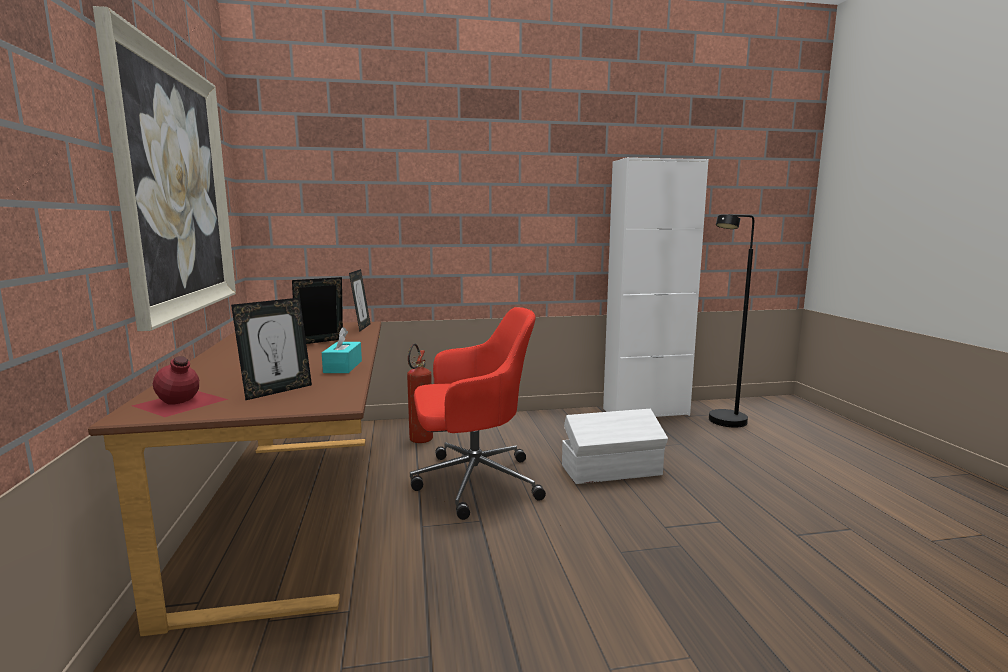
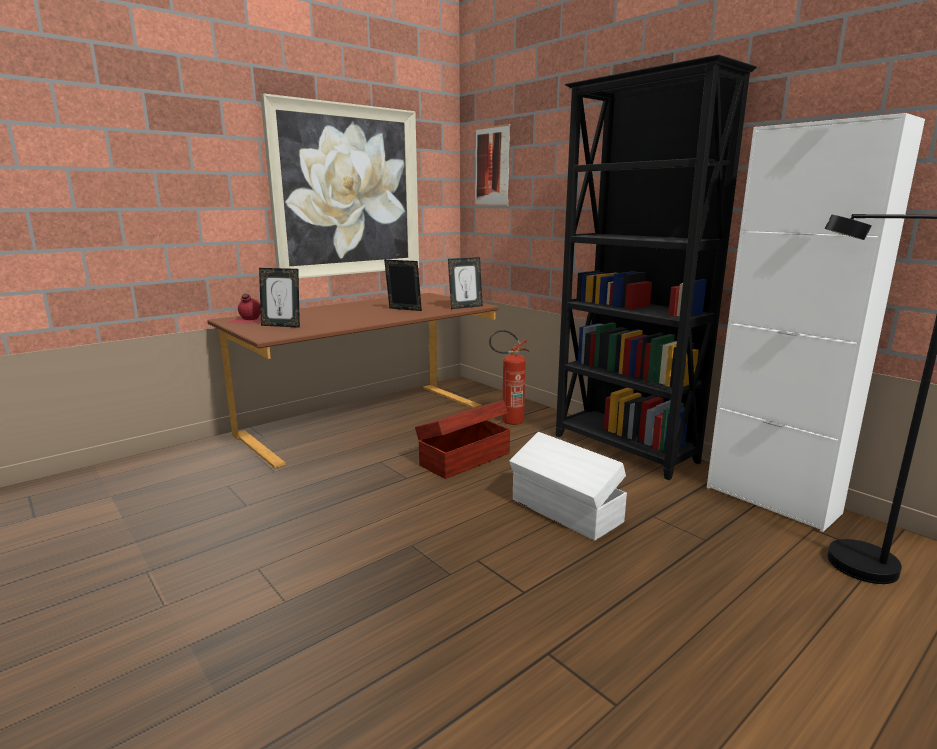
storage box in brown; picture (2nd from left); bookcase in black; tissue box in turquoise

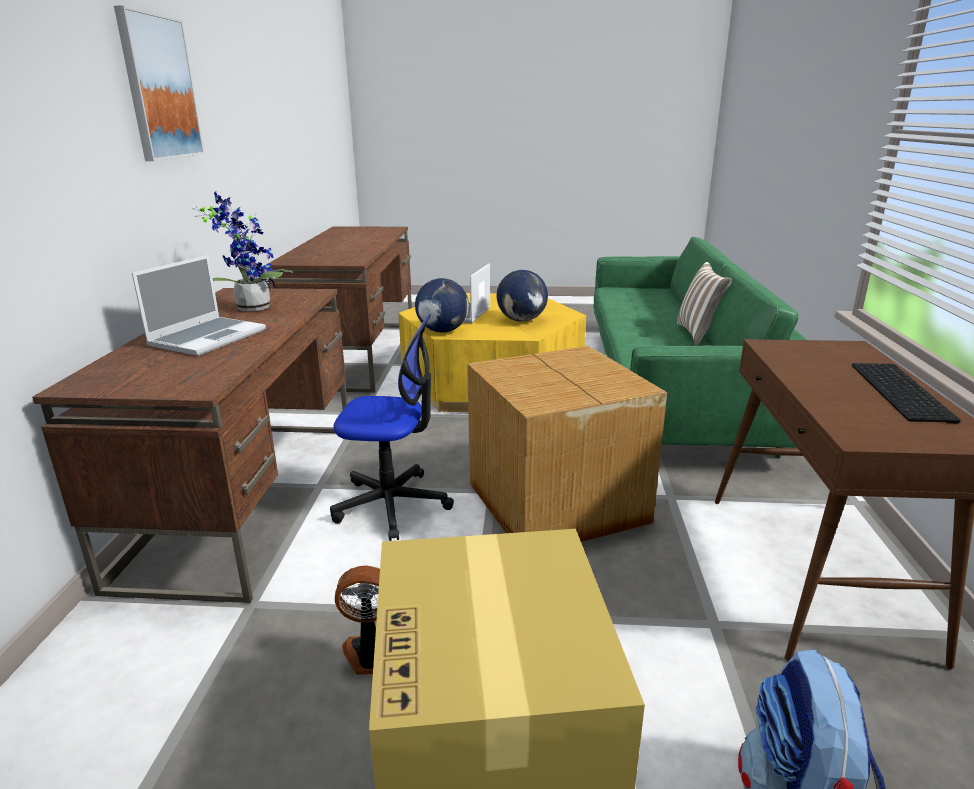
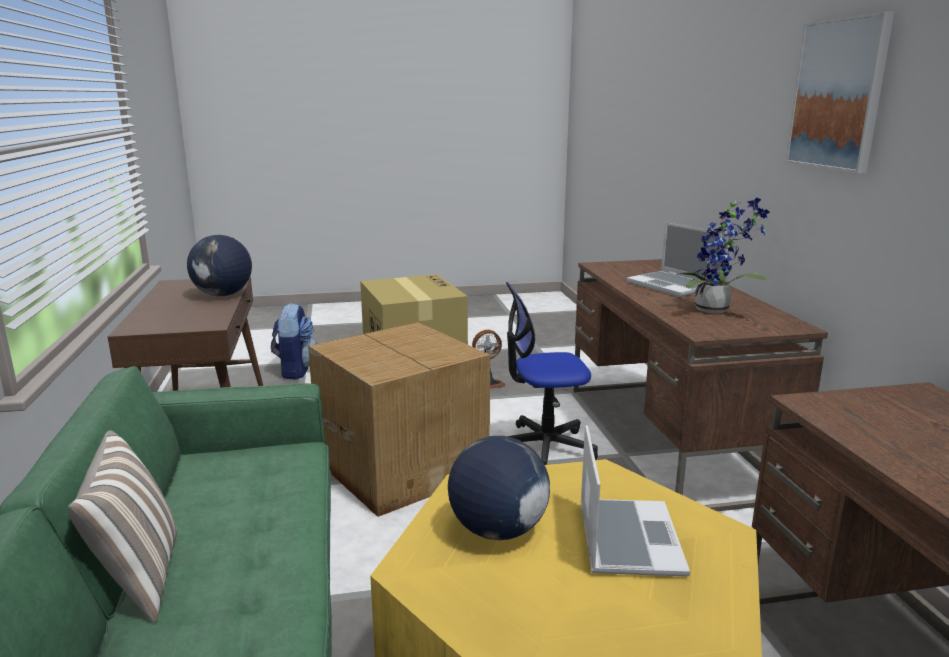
globe (1st from left); laptop (2nd from left); keyboard

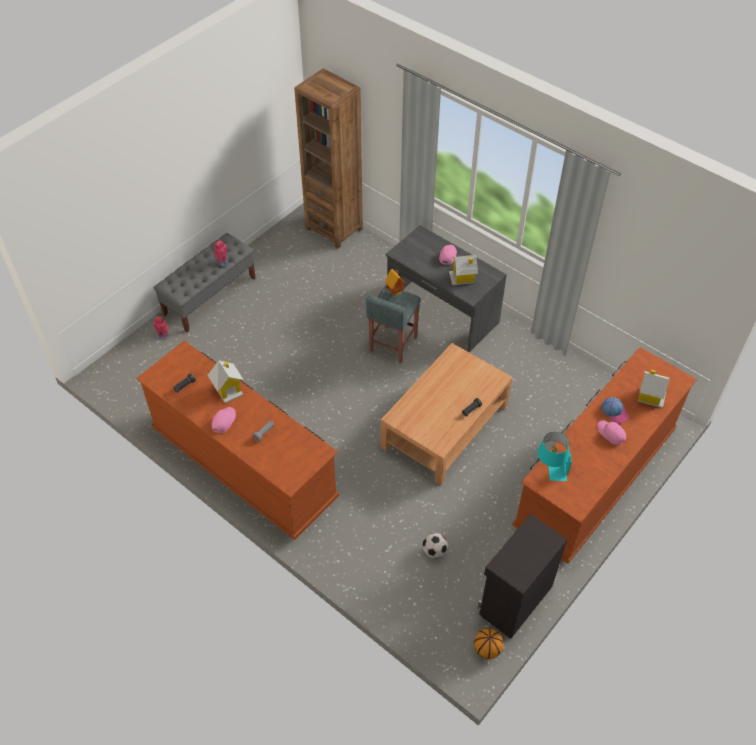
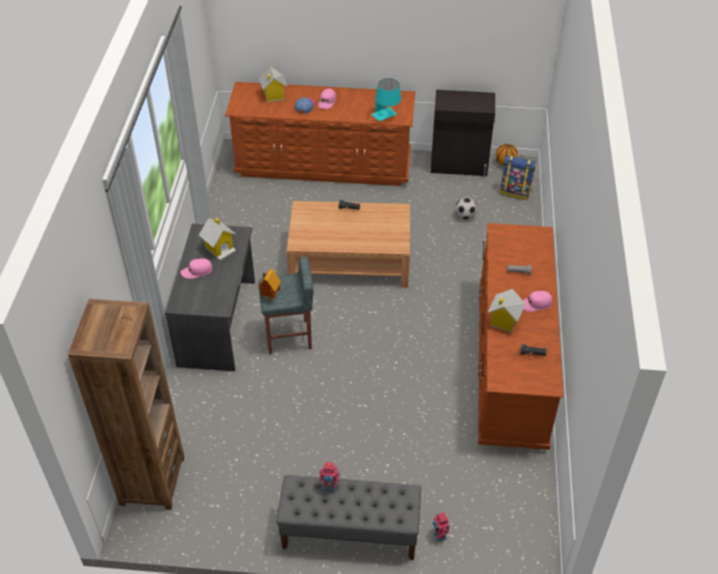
backpack

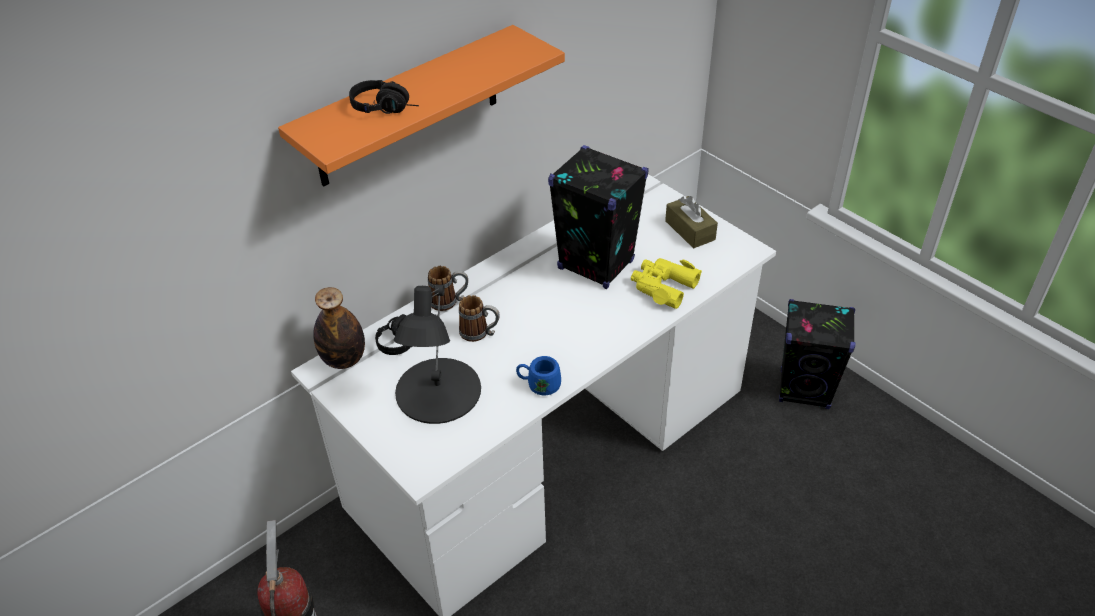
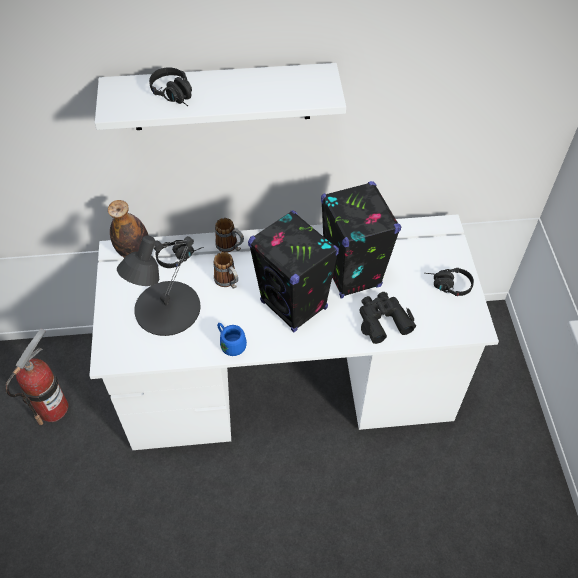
shelf in white; speaker in black (1st from left); binoculars in black; headphones in black (3rd from left)

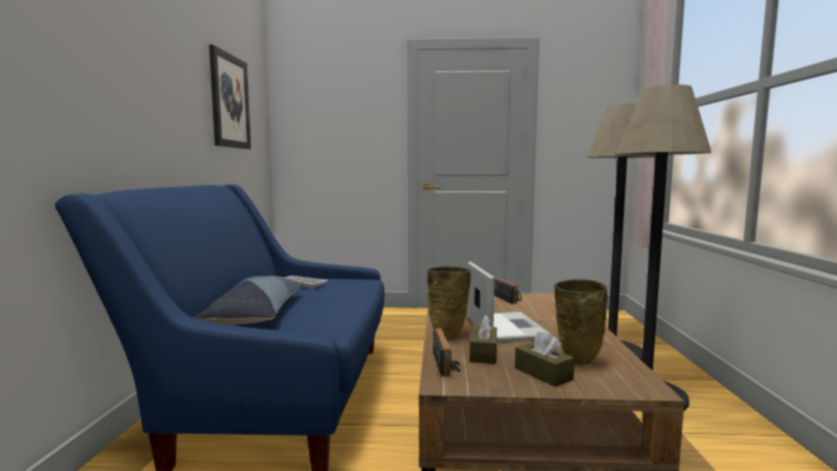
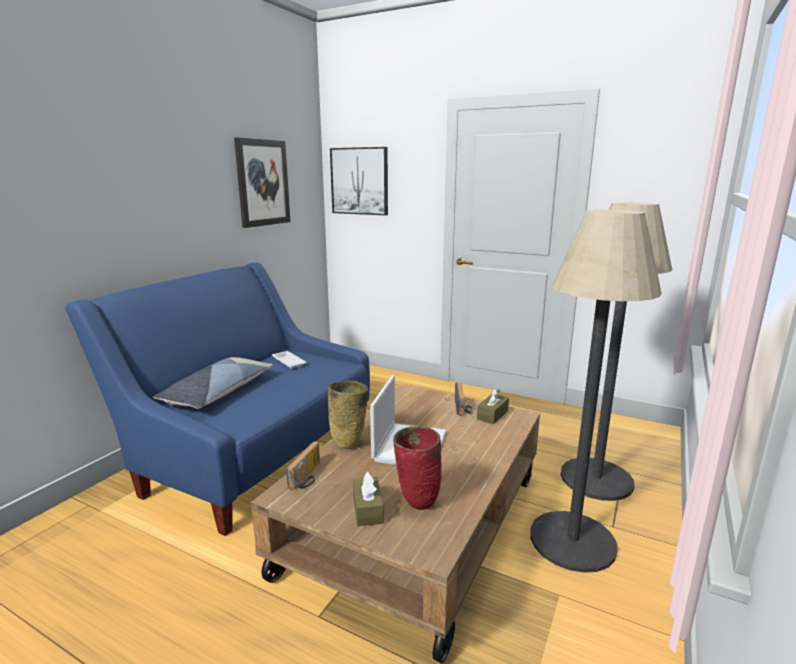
picture (2nd from left); vase in red; tissue box in brown (2nd from left)

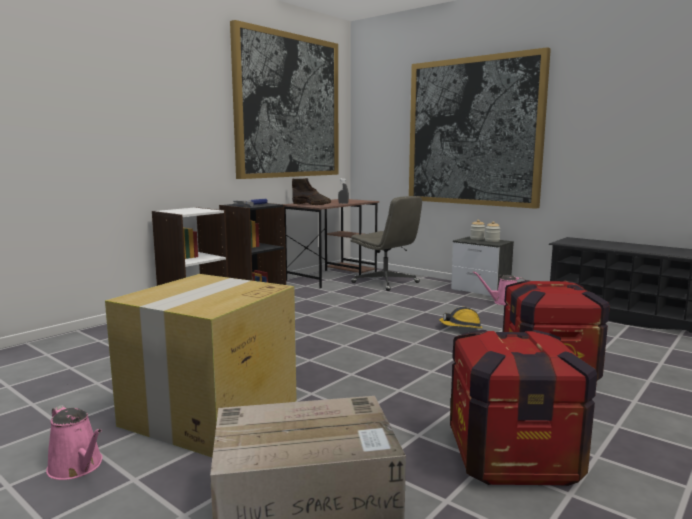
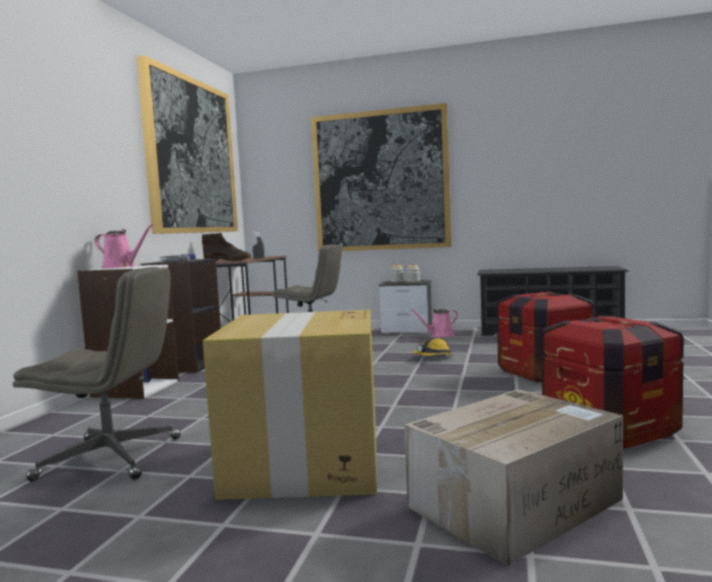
office chair in grey (1st from left); watering can in pink (1st from left)

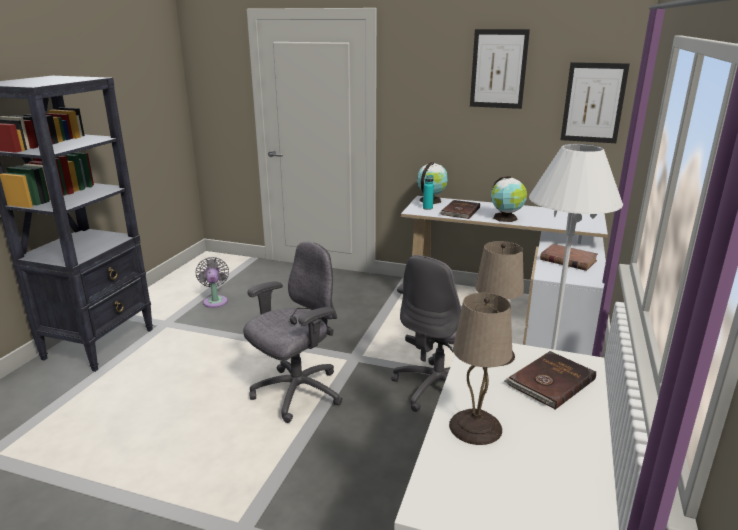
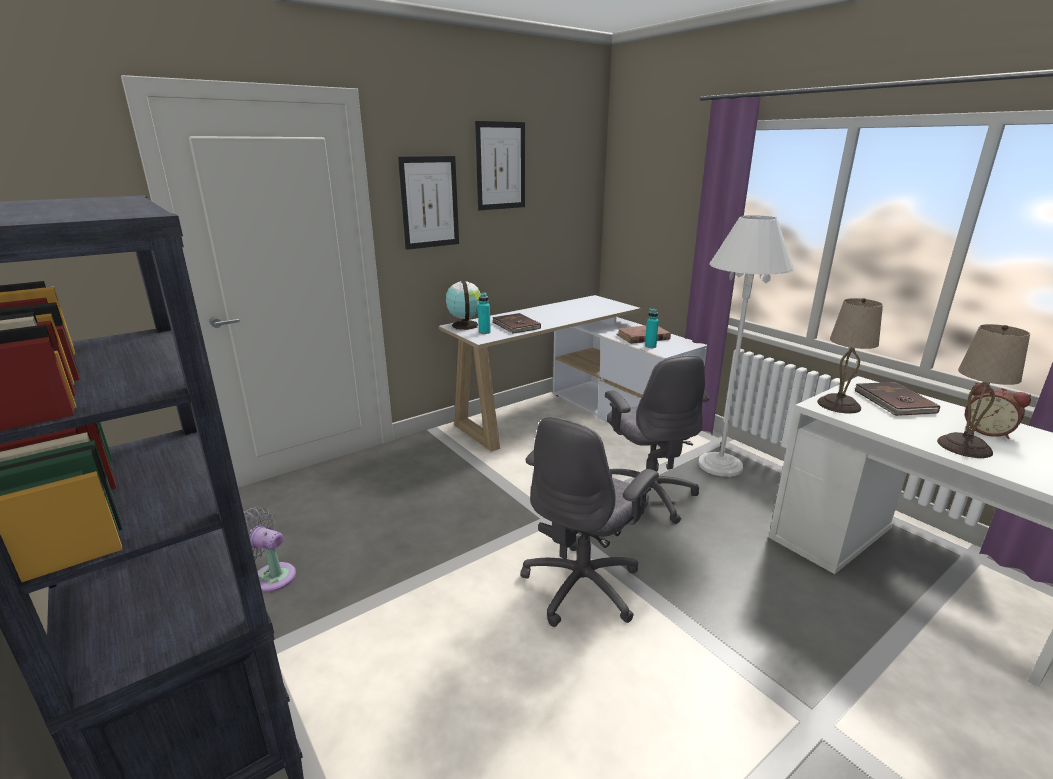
picture (1st from left); office chair in grey (1st from left); bottle in turquoise (2nd from left); alarm clock; globe (2nd from left in the first image)

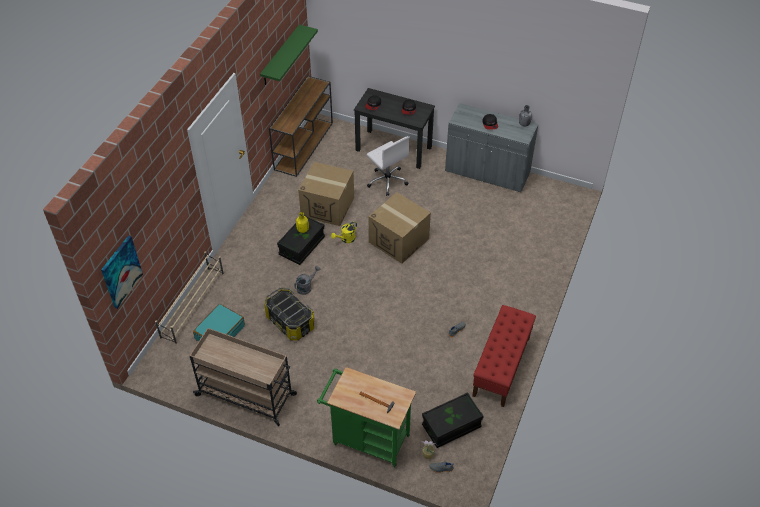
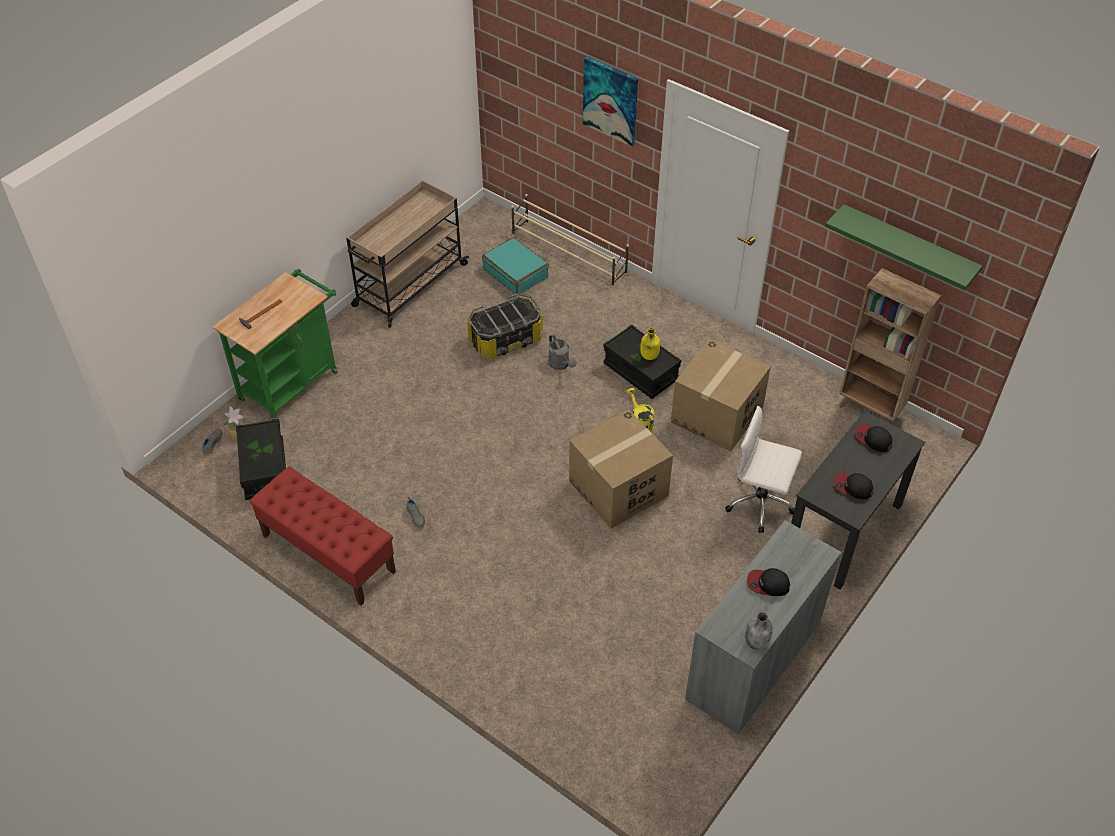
picture; office chair in white; bookcase in brown

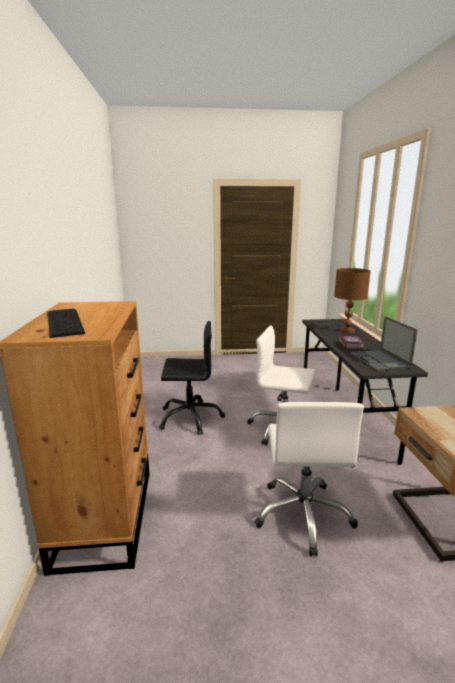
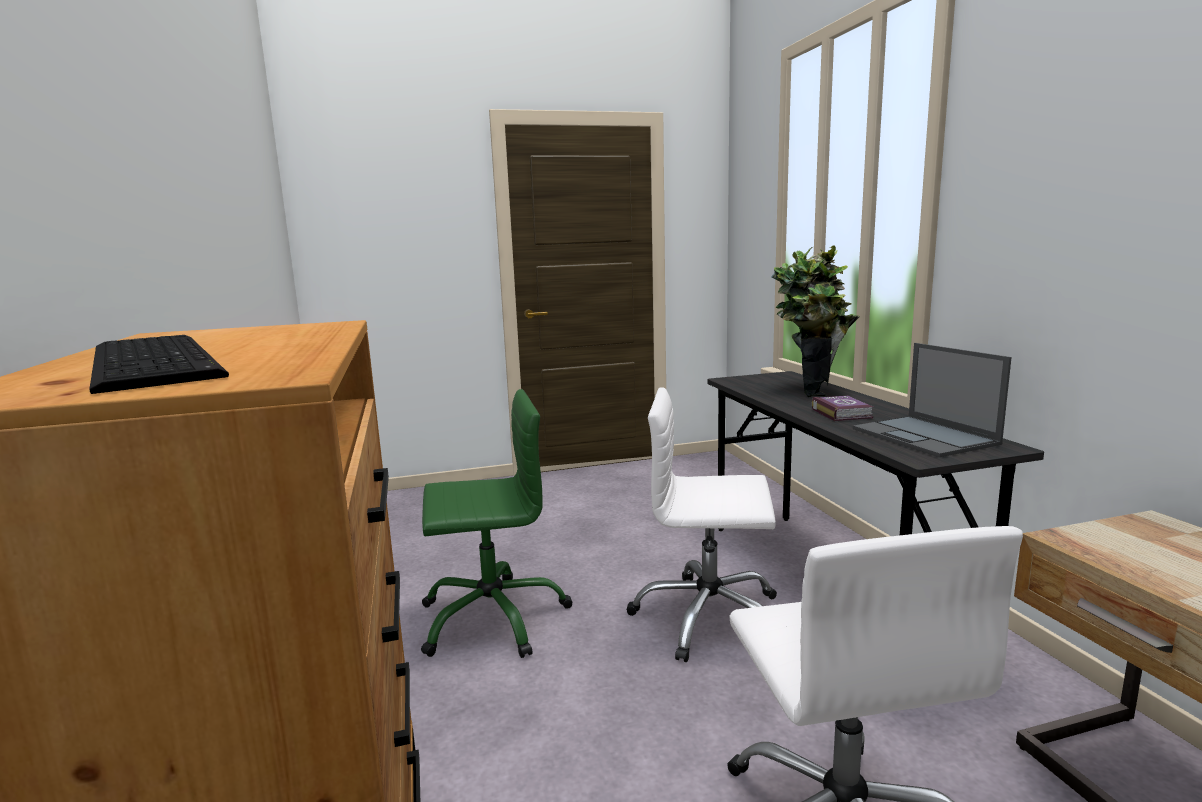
office chair in green; potted plant

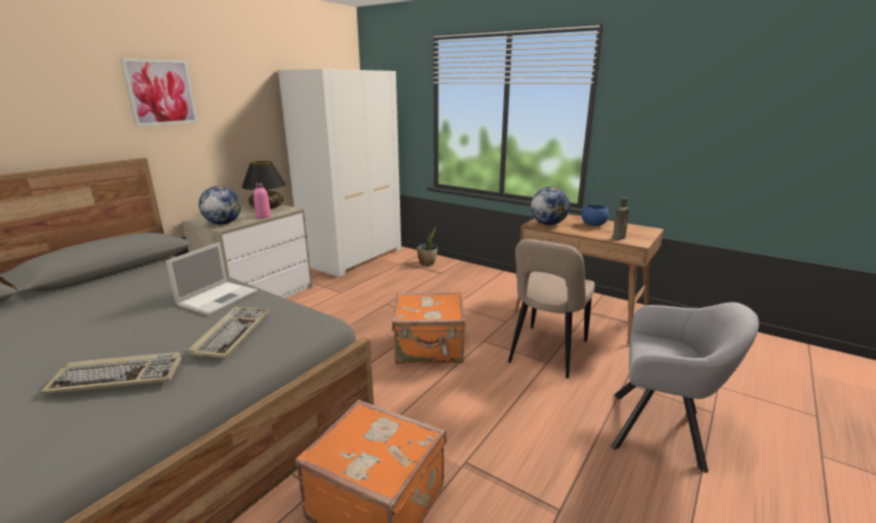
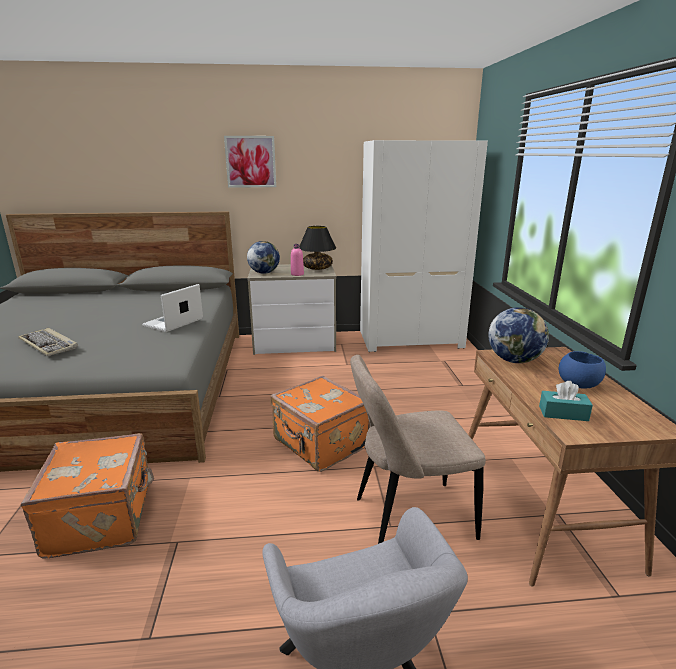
laptop; tissue box in turquoise; keyboard (2nd from left in the first image); potted plant

